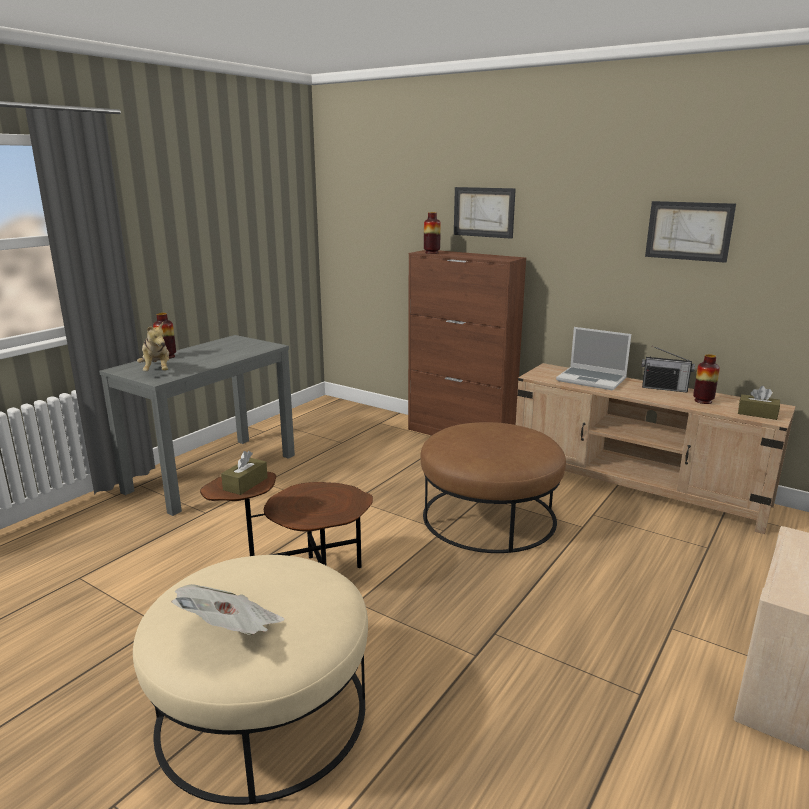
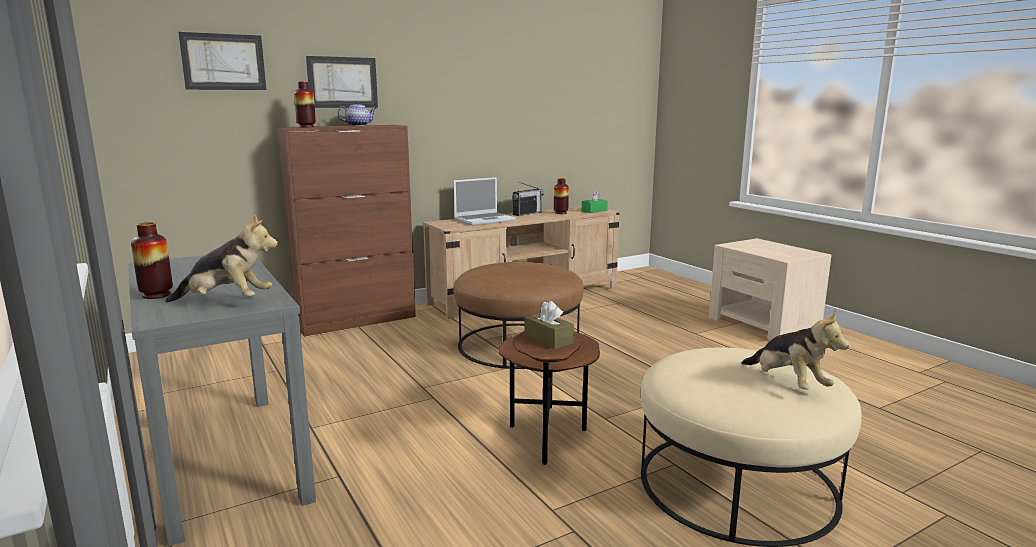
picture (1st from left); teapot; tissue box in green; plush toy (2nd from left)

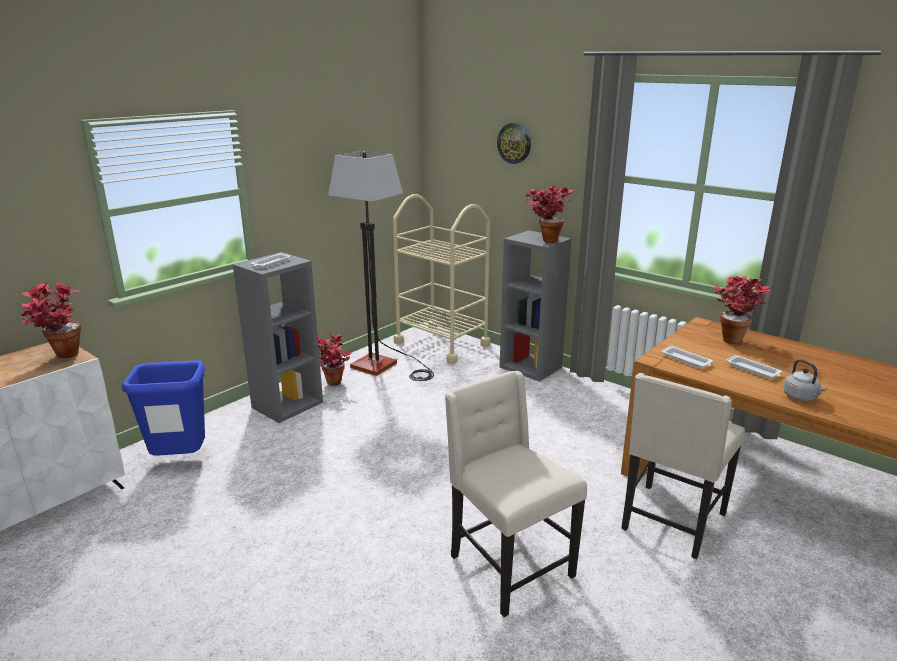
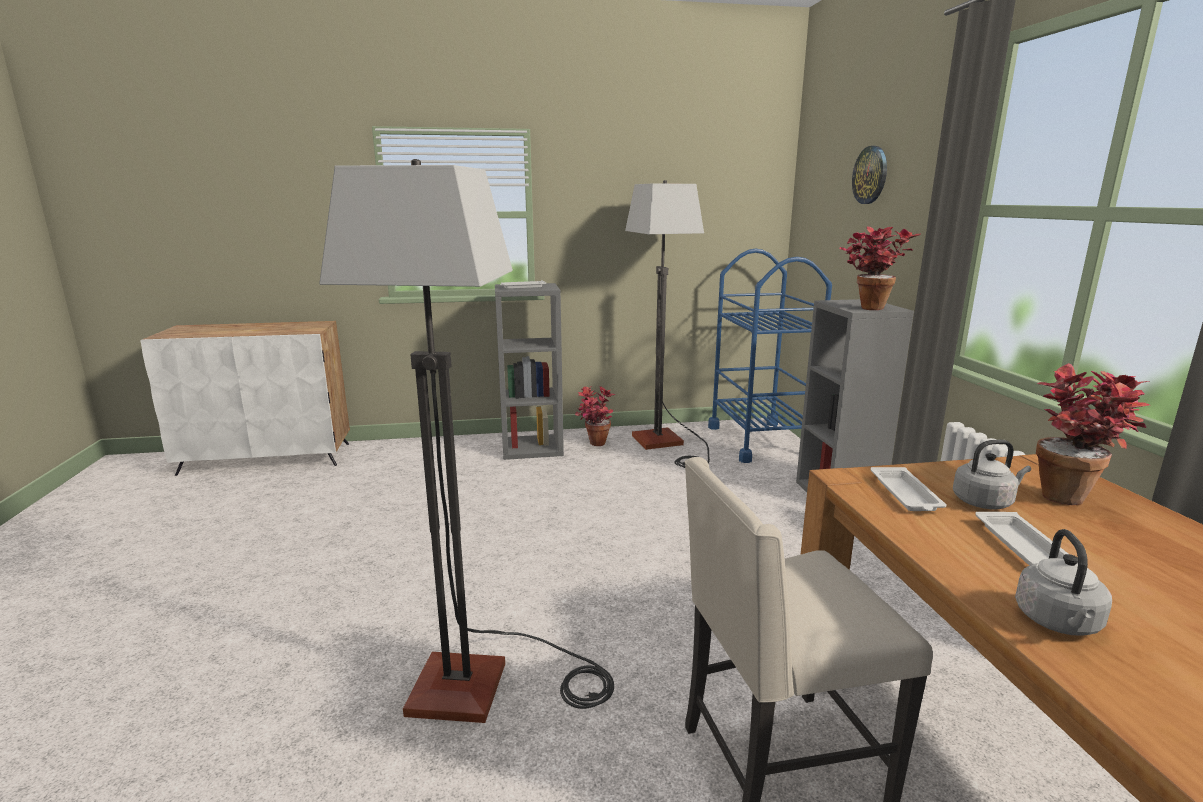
floor lamp (1st from left); cart in blue; kettle in grey (1st from left); potted plant (1st from left in the first image); trash can in blue

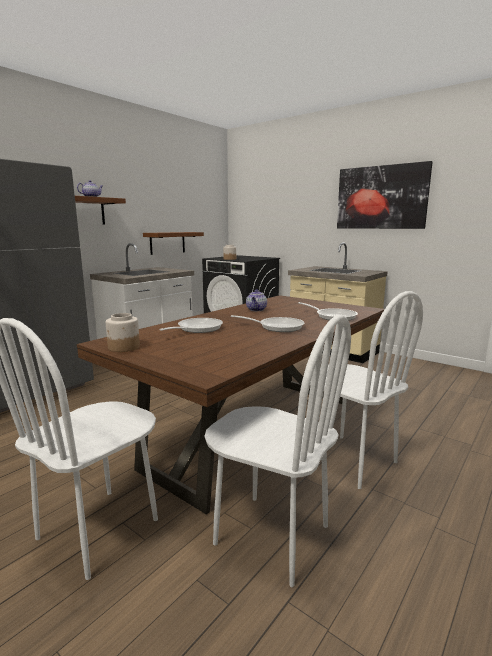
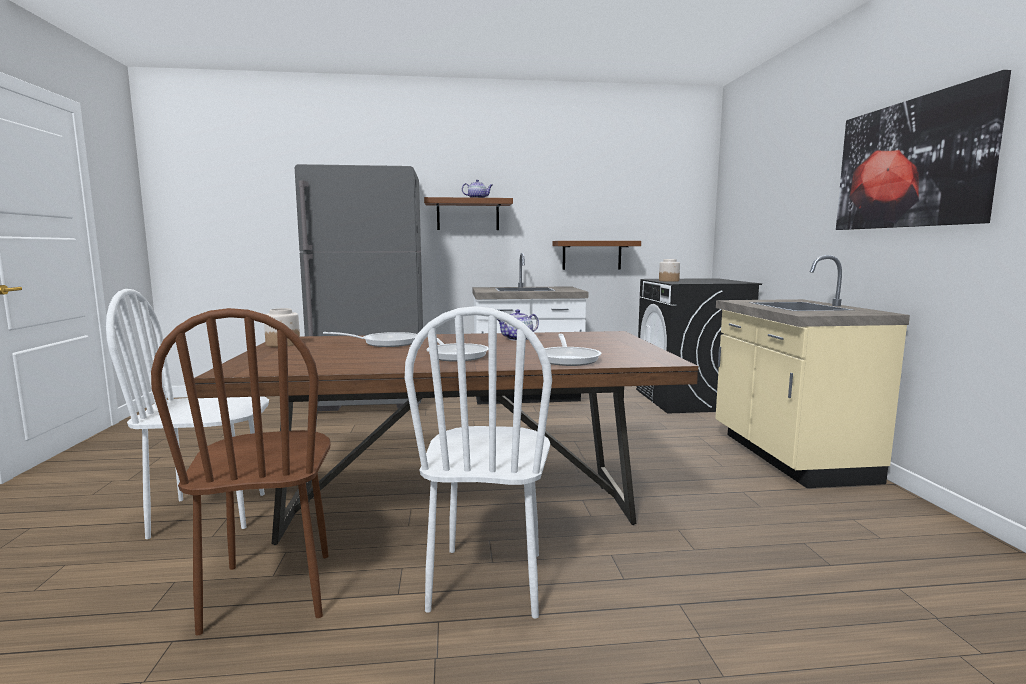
chair in brown

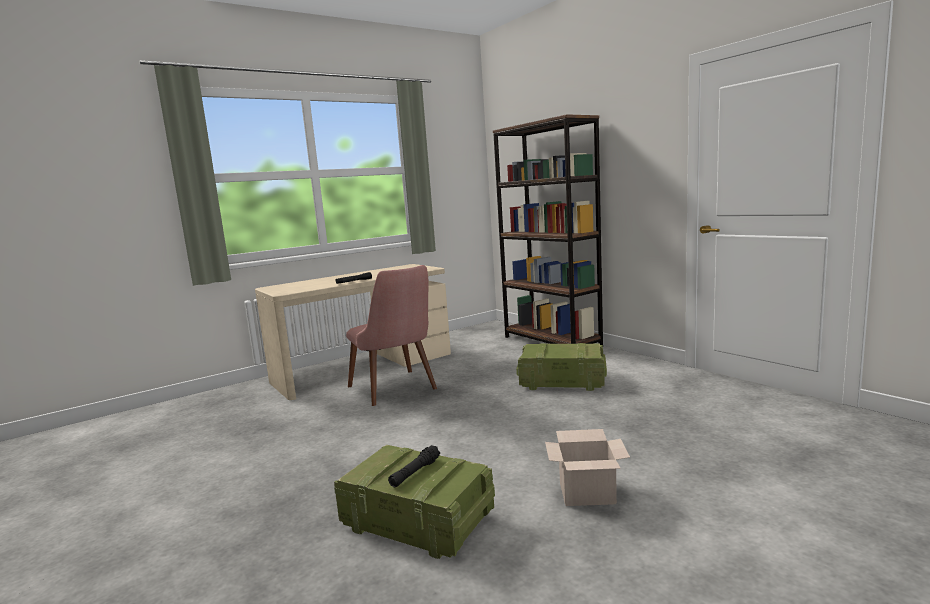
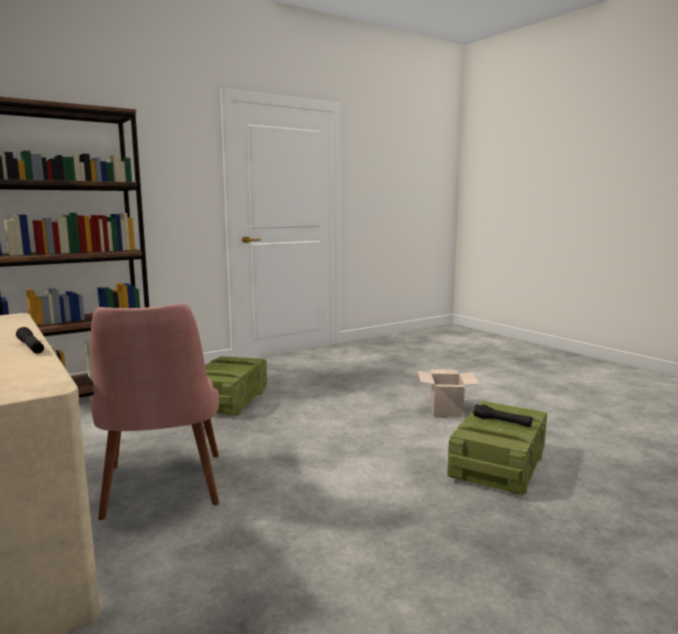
chair in pink

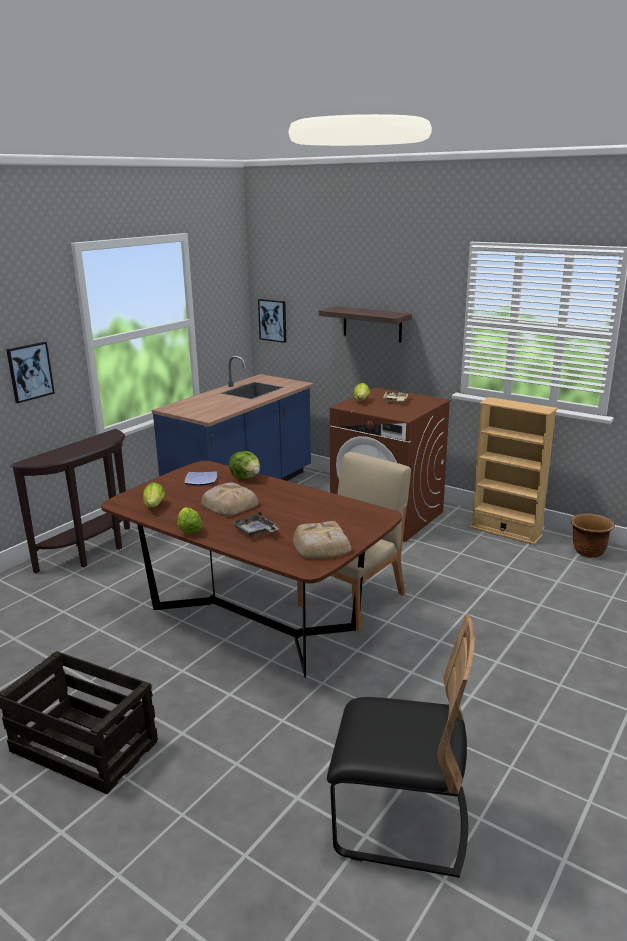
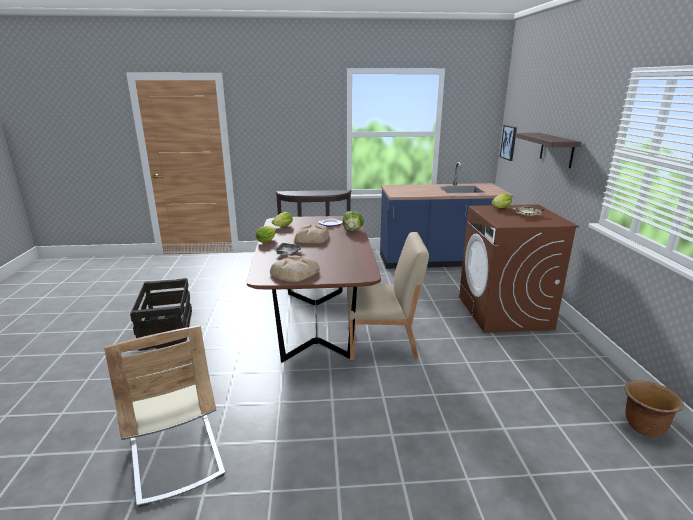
chair in beige (1st from left); picture (1st from left in the first image); bookcase in beige

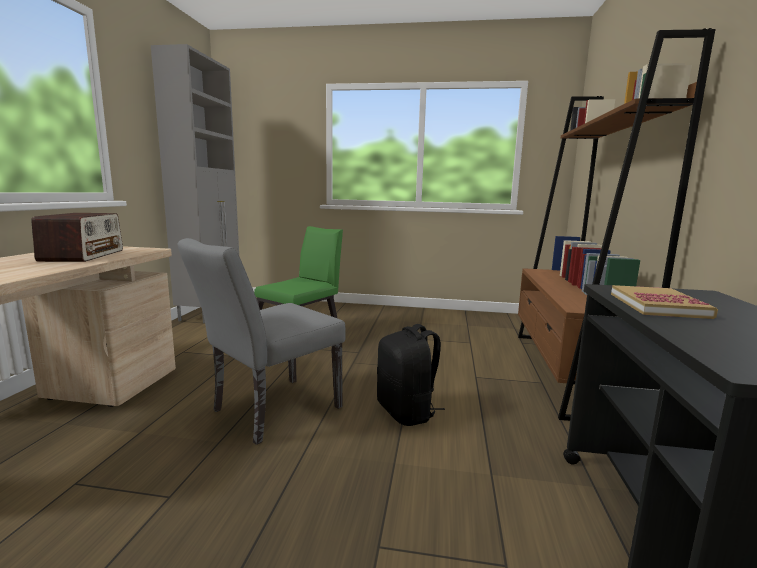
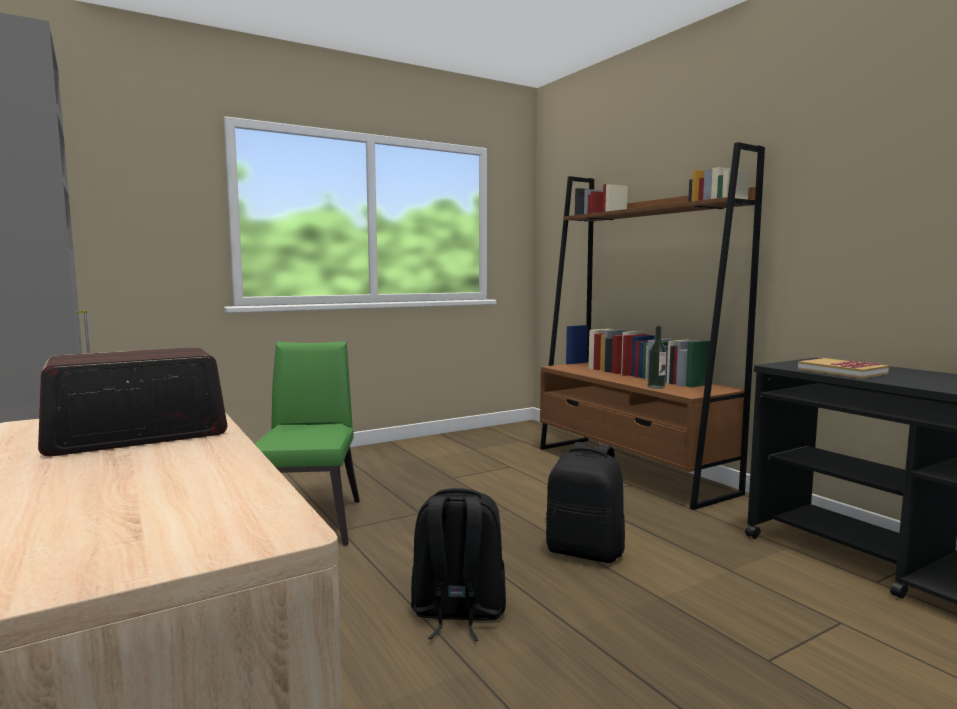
radio; backpack in black (1st from left); bottle

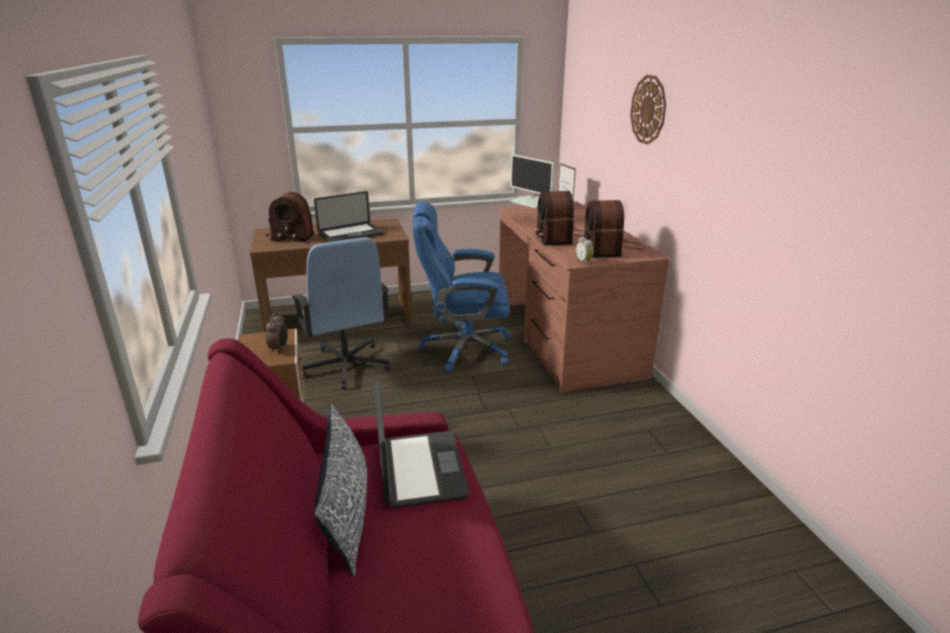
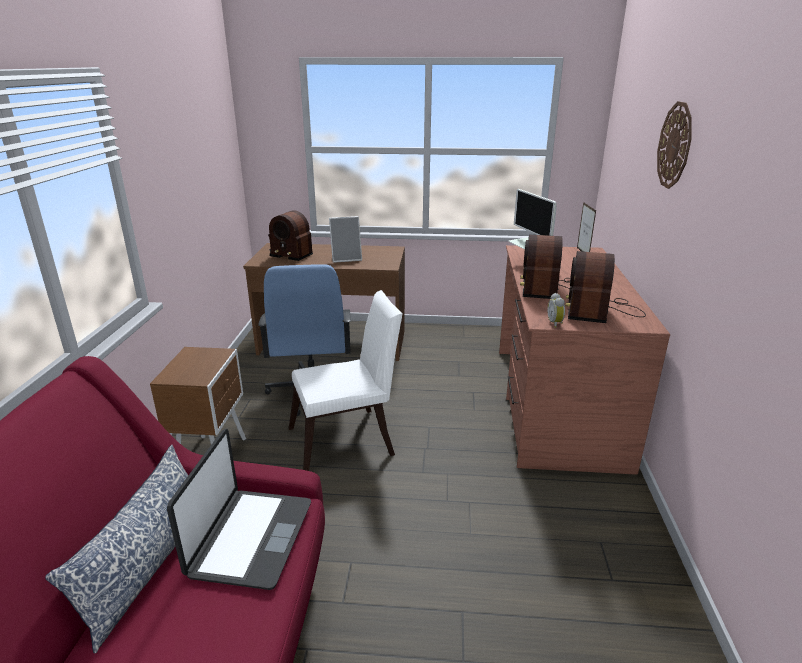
chair in white; picture frame (1st from left); alarm clock (1st from left in the first image); office chair in blue (2nd from left in the first image)

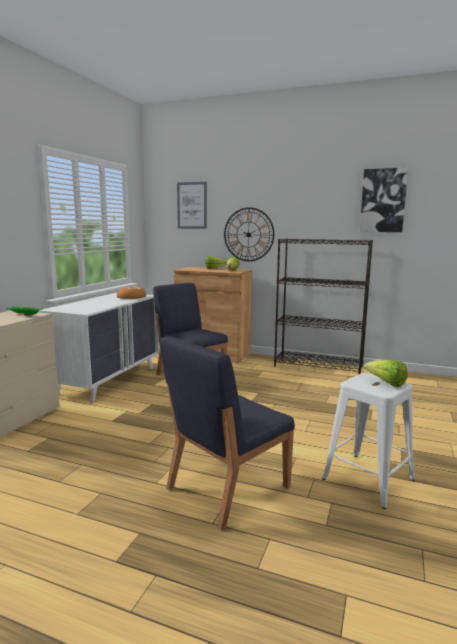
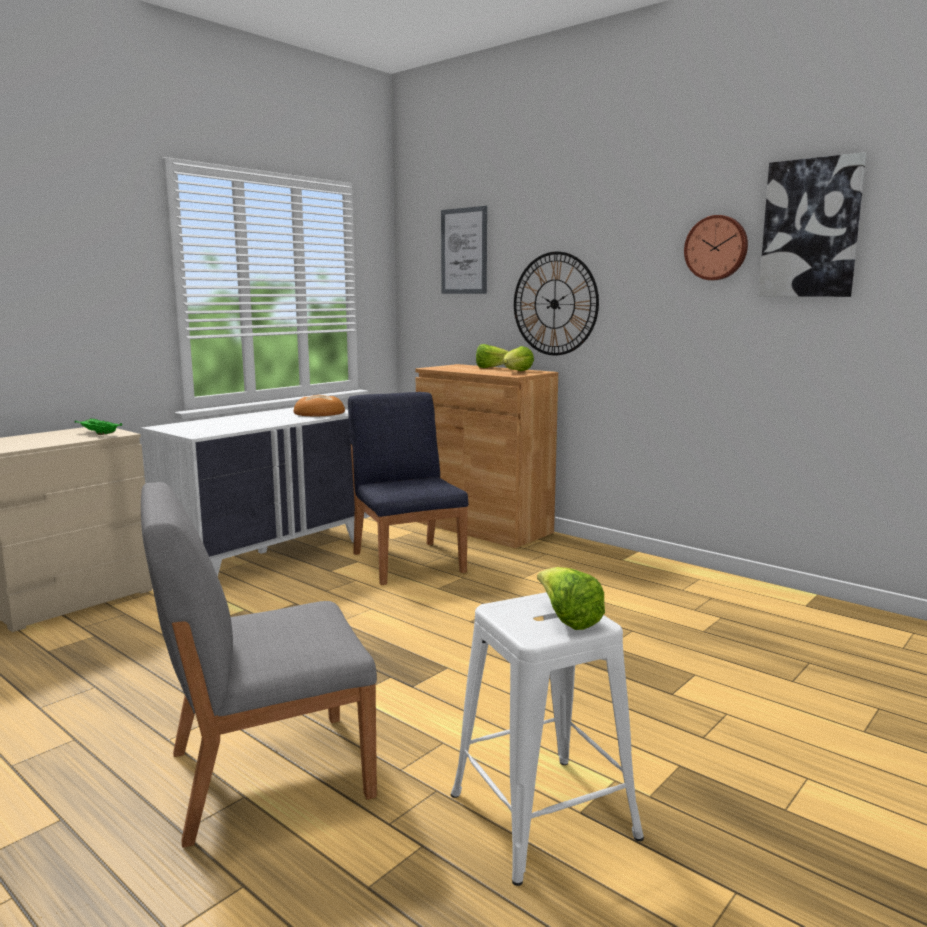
chair in grey; wall clock (2nd from left); bookcase in black

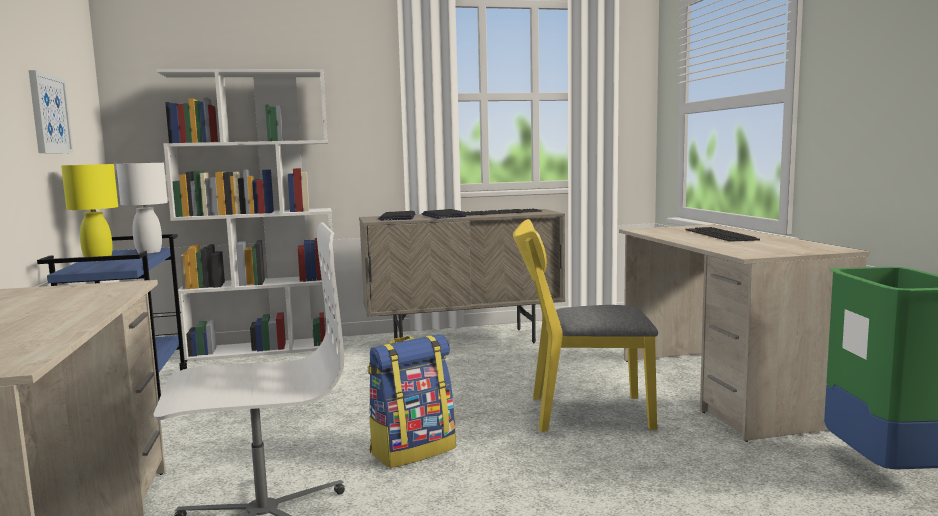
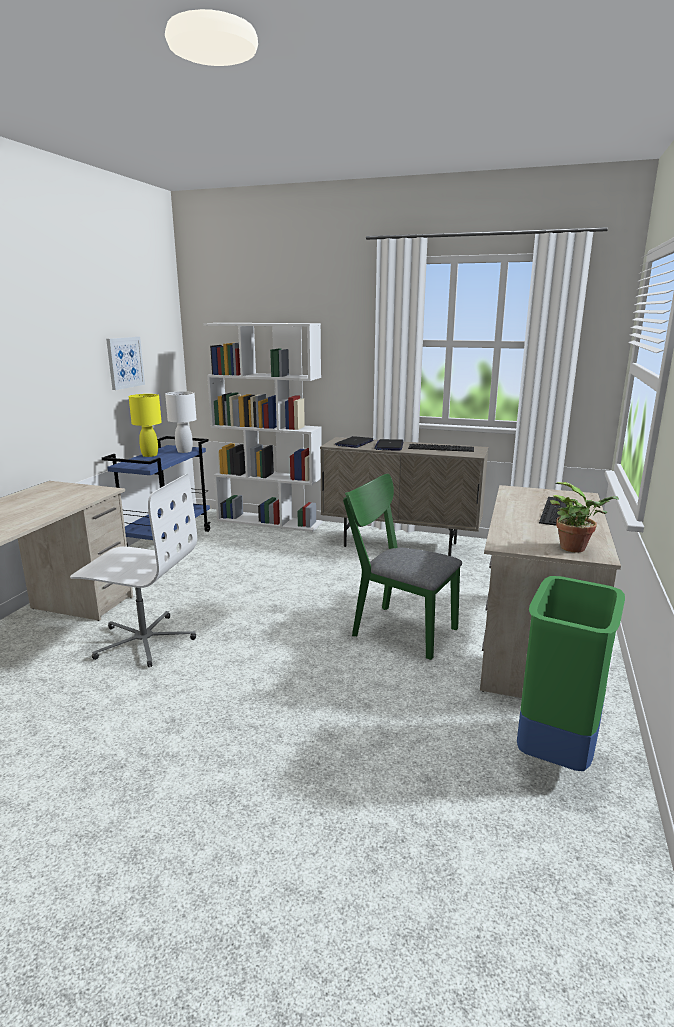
chair in green; potted plant; backpack

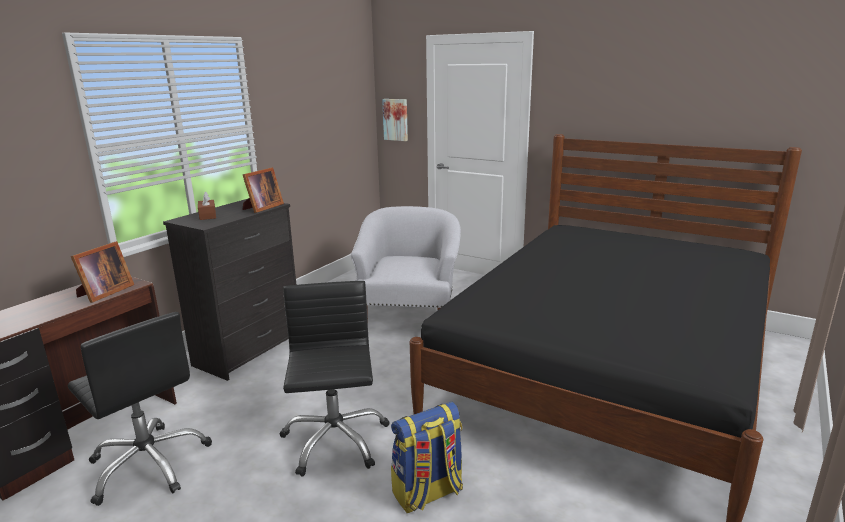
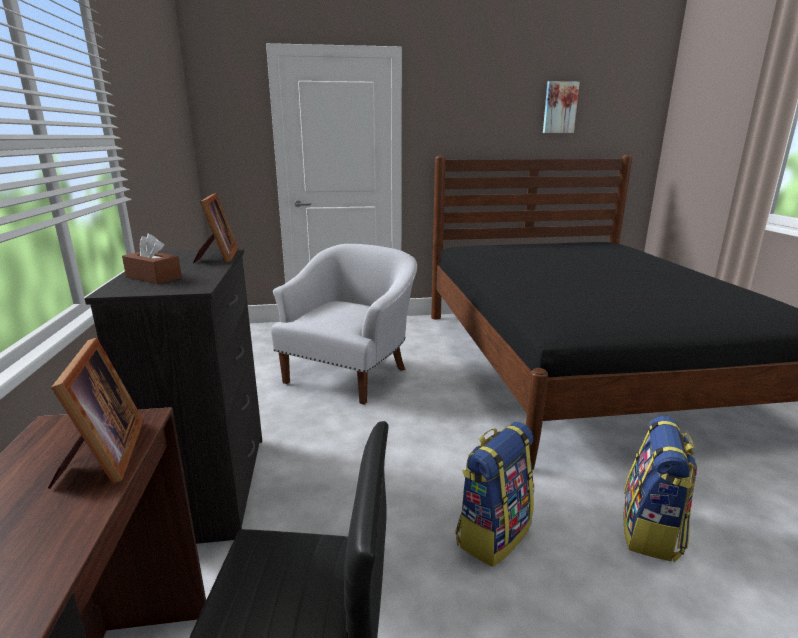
armchair in white; backpack (1st from left); picture

